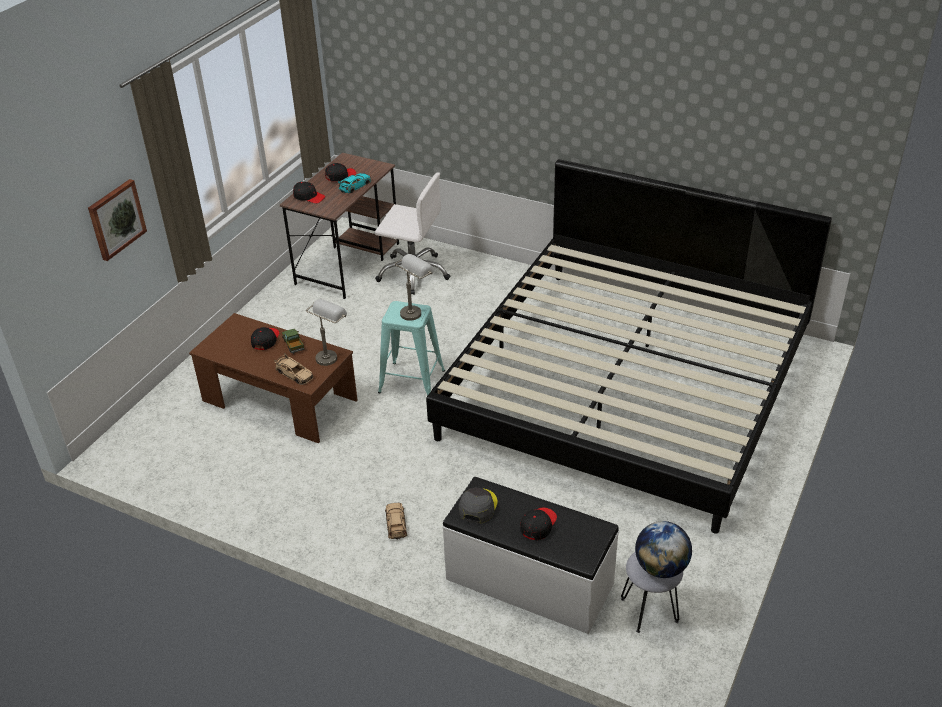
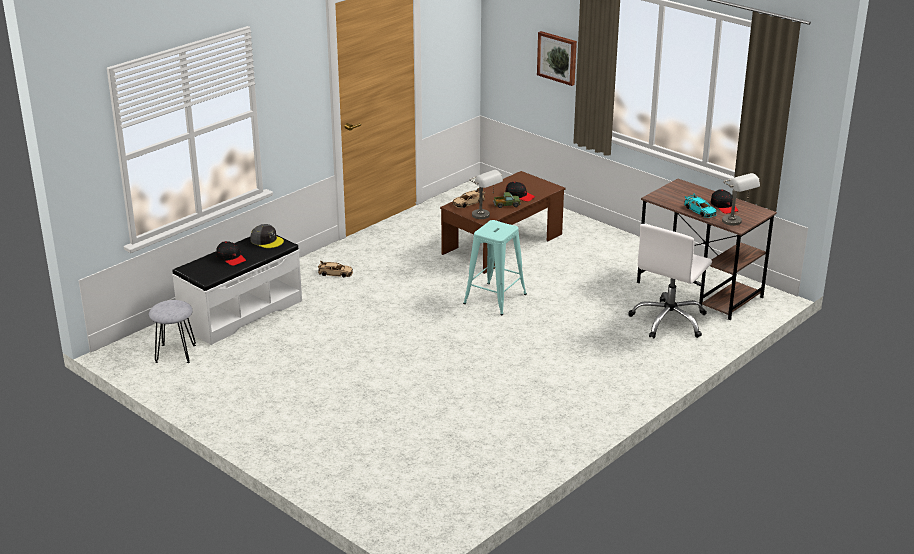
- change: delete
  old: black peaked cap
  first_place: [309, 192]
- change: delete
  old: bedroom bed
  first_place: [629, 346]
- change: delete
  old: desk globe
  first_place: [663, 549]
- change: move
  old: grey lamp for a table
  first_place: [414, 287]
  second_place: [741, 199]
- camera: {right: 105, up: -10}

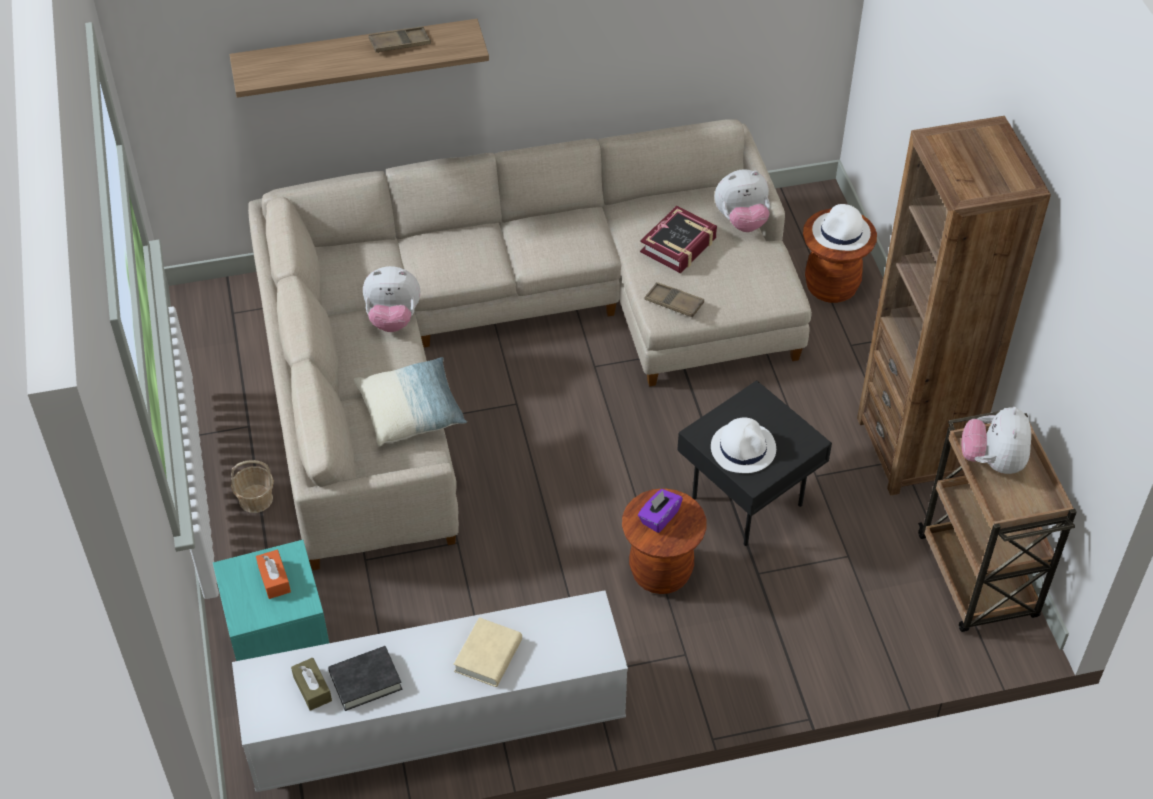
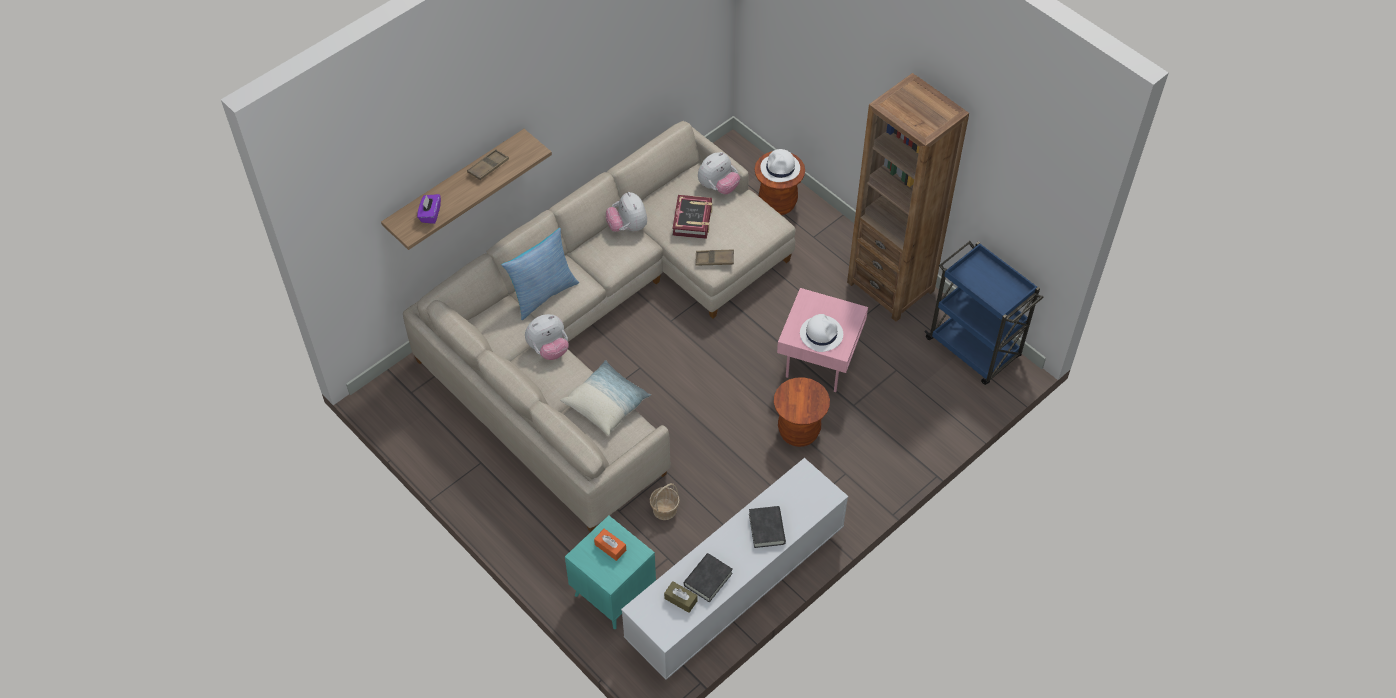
- change: insert
  new: pillow
  second_place: [540, 274]
- change: move
  old: storage basket
  first_place: [252, 486]
  second_place: [664, 501]
- change: move
  old: purple-coloured tissue box
  first_place: [660, 511]
  second_place: [429, 209]
- change: move
  old: soft toy
  first_place: [996, 440]
  second_place: [626, 212]
- change: recolor
  old: beige book
  new: black book
  first_place: [488, 652]
  second_place: [767, 527]
- change: recolor
  old: black side table
  new: pink side table
  first_place: [754, 463]
  second_place: [822, 340]
- change: recolor
  old: brown trolley
  new: blue trolley
  first_place: [997, 521]
  second_place: [983, 313]
- camera: {right: -30, up: 5}

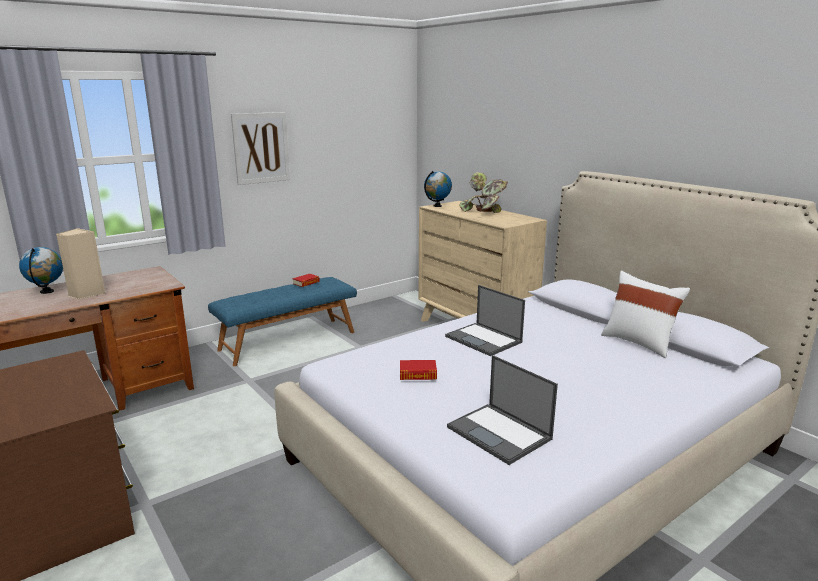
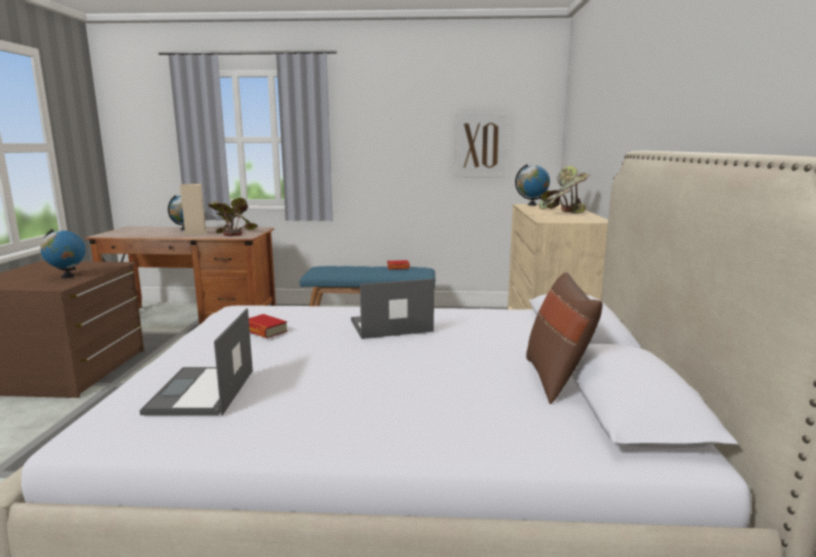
- change: insert
  new: desk globe
  second_place: [63, 253]
- change: insert
  new: potted plant
  second_place: [233, 217]
- change: move
  old: picture
  first_place: [260, 148]
  second_place: [482, 145]
- change: recolor
  old: whitish pillow
  new: brown pillow
  first_place: [645, 314]
  second_place: [564, 338]
- change: rotate
  old: notebook computer
  first_place: [485, 320]
  second_place: [392, 309]
  degrees: 75
- camera: {right: 40, up: -5}

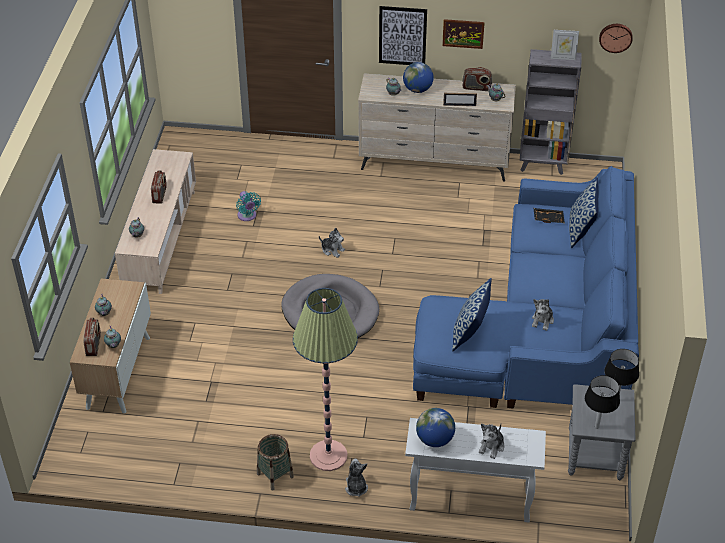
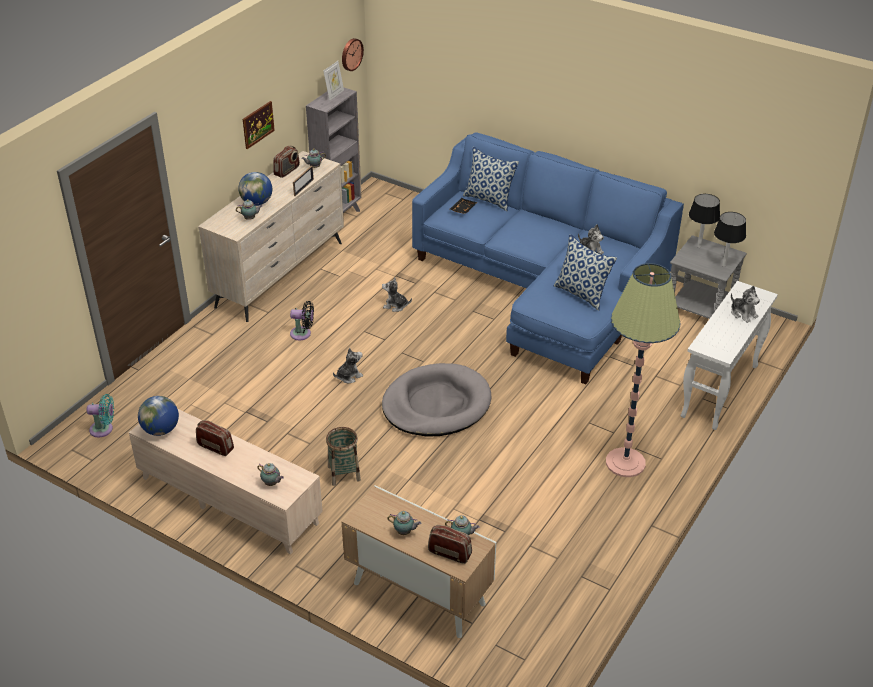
- change: delete
  old: picture
  first_place: [403, 35]
- change: insert
  new: black cooling fan
  second_place: [302, 320]
- change: move
  old: turquoise-coloured cooling fan
  first_place: [248, 206]
  second_place: [100, 416]
- change: move
  old: storage basket
  first_place: [275, 462]
  second_place: [343, 456]
- change: move
  old: soft toy
  first_place: [356, 478]
  second_place: [397, 295]
- change: move
  old: desk globe
  first_place: [435, 427]
  second_place: [158, 416]
- camera: {right: -65, up: -5}

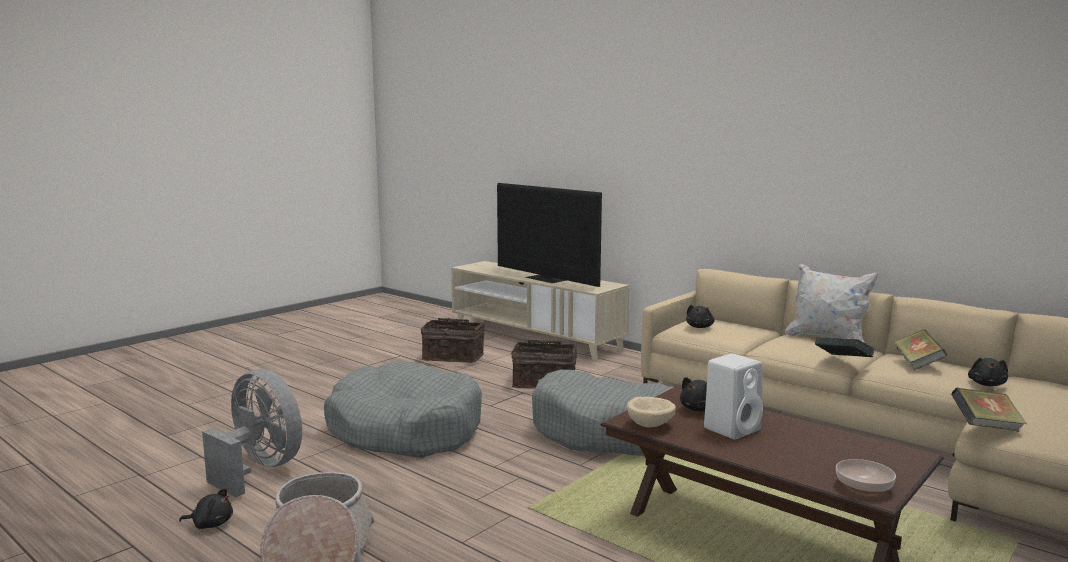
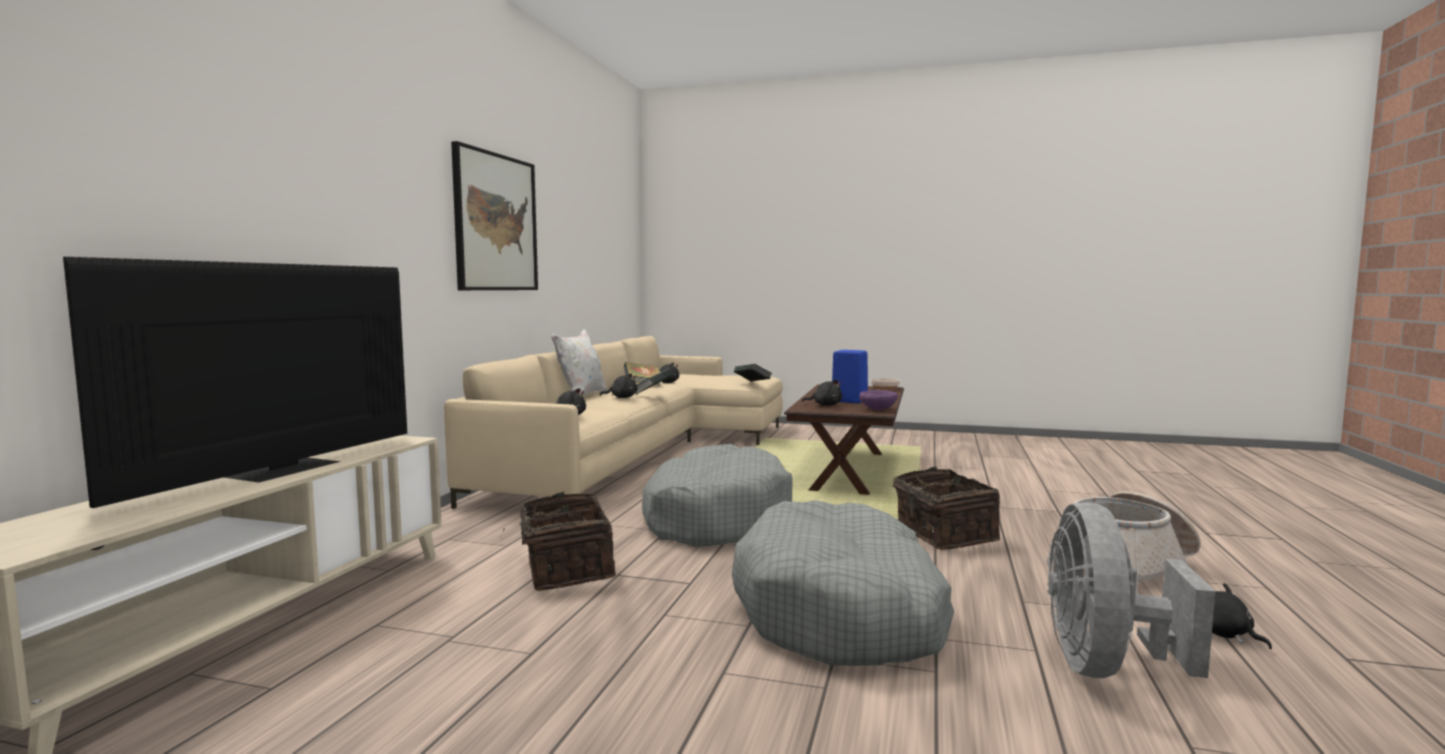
- change: insert
  new: picture
  second_place: [494, 215]
- change: insert
  new: black soft toy
  second_place: [618, 385]
- change: move
  old: storage basket
  first_place: [453, 340]
  second_place: [946, 508]
- change: recolor
  old: beige deep dish
  new: purple-coloured deep dish
  first_place: [651, 412]
  second_place: [878, 400]
- change: recolor
  old: whitish loudspeaker
  new: blue loudspeaker
  first_place: [733, 397]
  second_place: [850, 376]
- camera: {right: -115, up: -5}

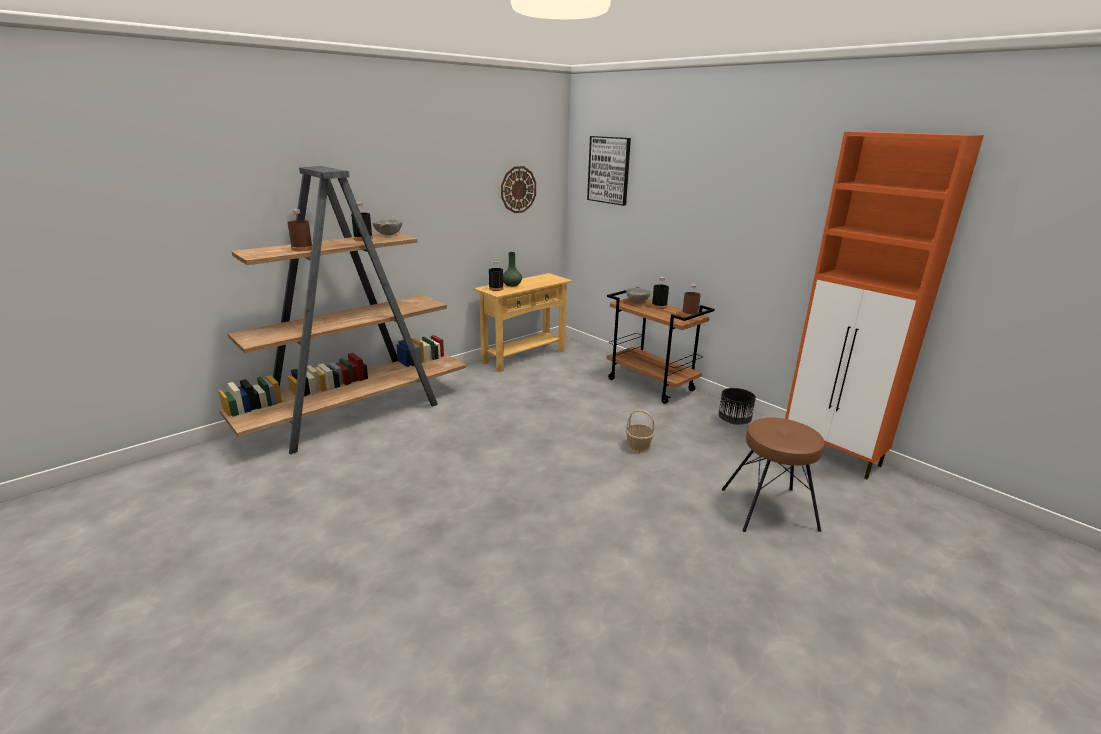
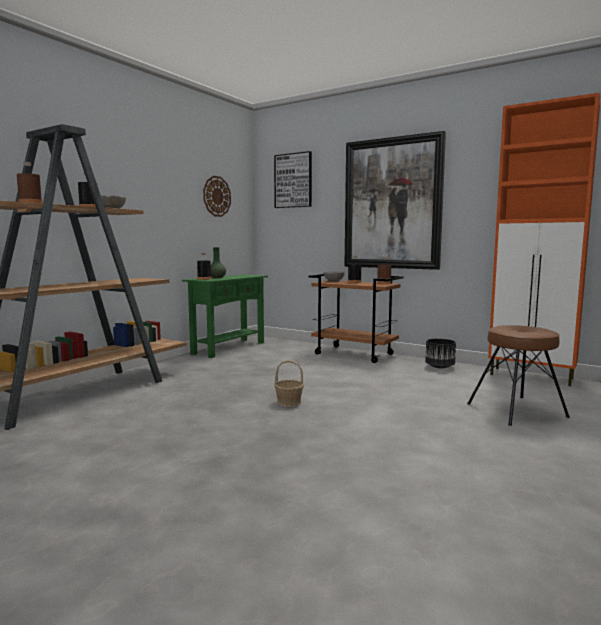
- change: insert
  new: picture
  second_place: [395, 200]
- change: move
  old: storage basket
  first_place: [640, 431]
  second_place: [289, 383]
- change: recolor
  old: beige console table
  new: green console table
  first_place: [522, 322]
  second_place: [225, 316]
- camera: {right: -15, up: -15}

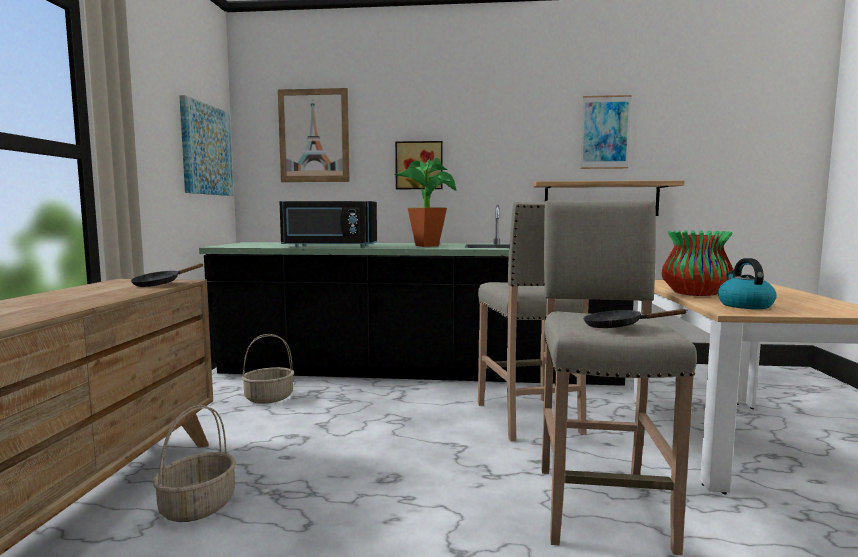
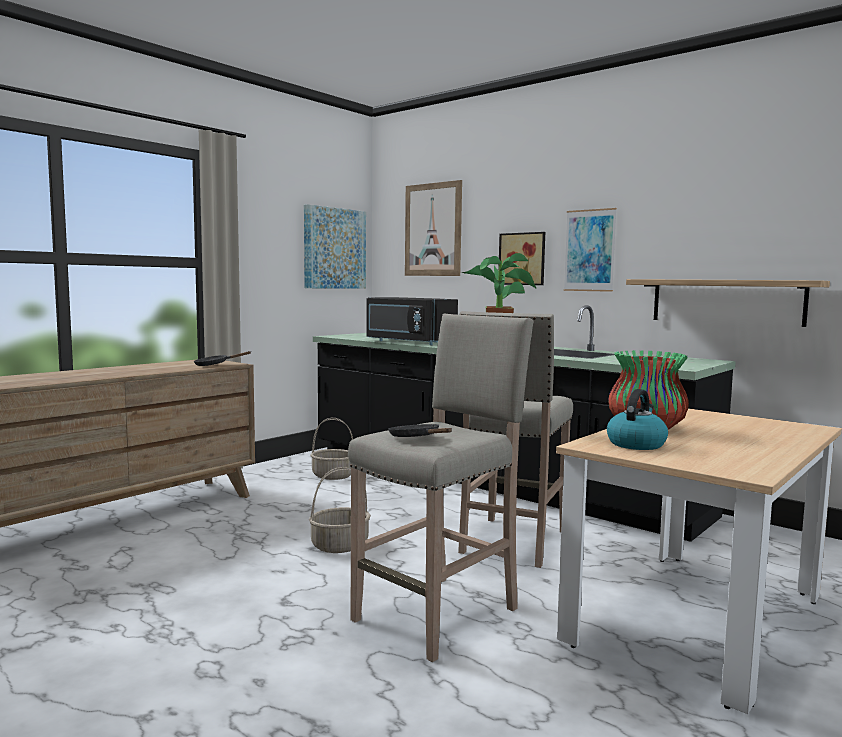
- change: move
  old: storage basket
  first_place: [194, 463]
  second_place: [340, 510]
- change: move
  old: picture
  first_place: [606, 132]
  second_place: [590, 250]
- camera: {right: 35, up: 0}

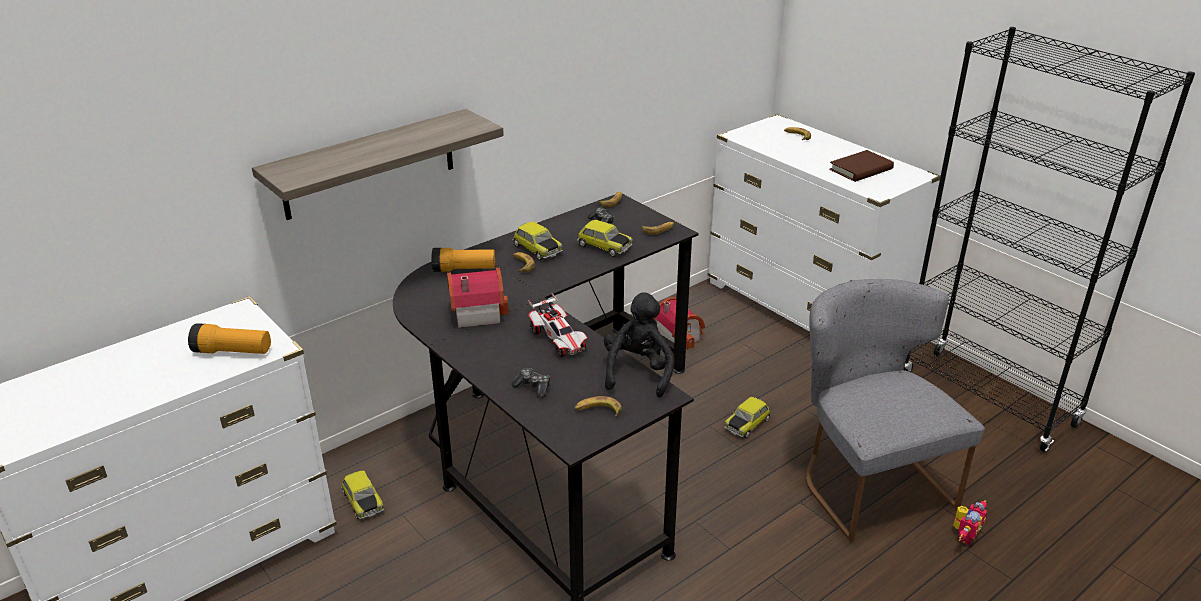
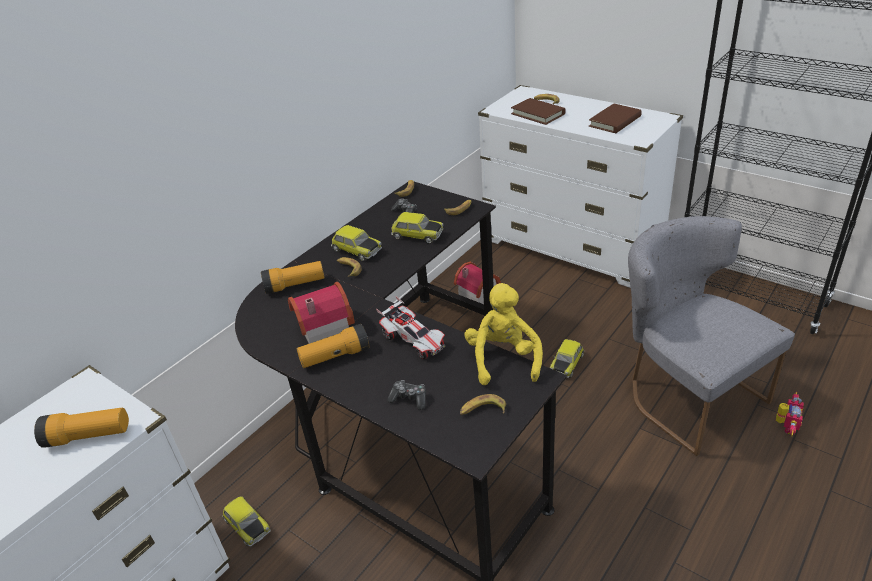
- change: delete
  old: bracket shelf
  first_place: [378, 164]
- change: insert
  new: hand torch
  second_place: [333, 346]
- change: insert
  new: brown book
  second_place: [538, 111]
- change: recolor
  old: black soft toy
  new: yellow soft toy
  first_place: [639, 344]
  second_place: [503, 334]
- camera: {right: -10, up: 5}

